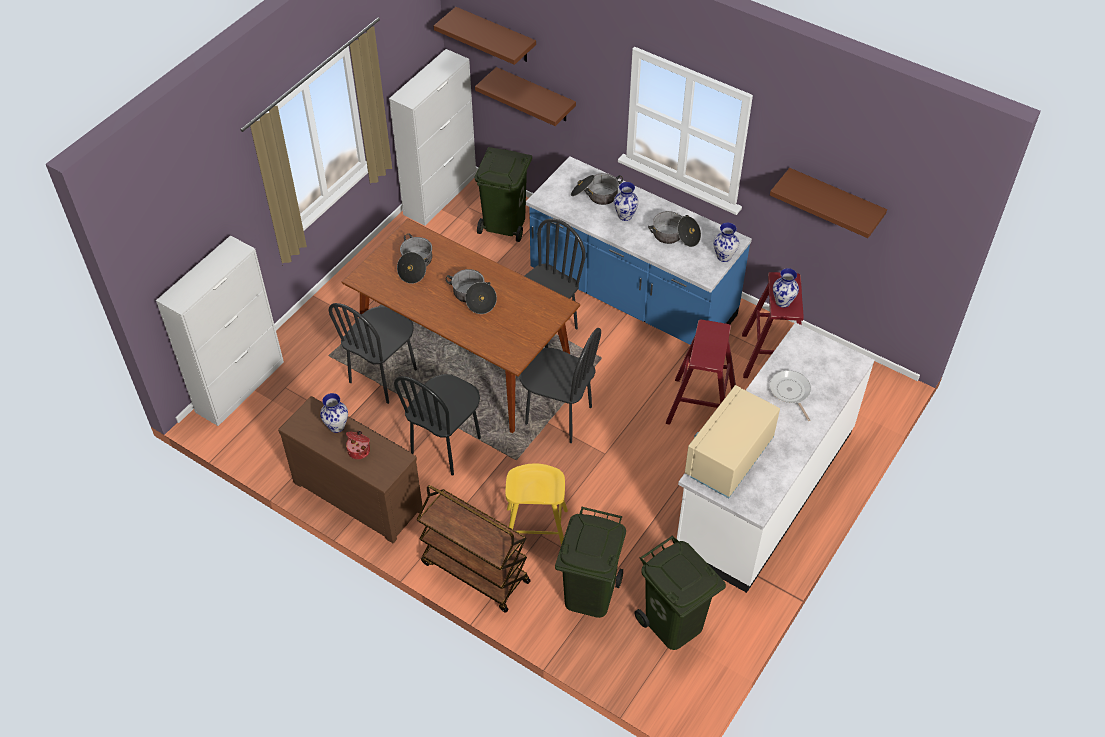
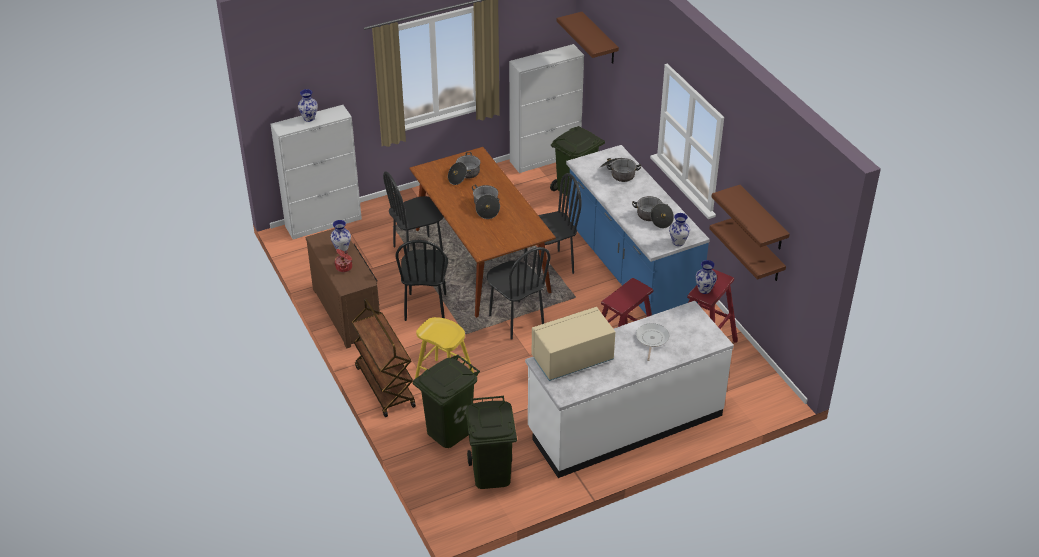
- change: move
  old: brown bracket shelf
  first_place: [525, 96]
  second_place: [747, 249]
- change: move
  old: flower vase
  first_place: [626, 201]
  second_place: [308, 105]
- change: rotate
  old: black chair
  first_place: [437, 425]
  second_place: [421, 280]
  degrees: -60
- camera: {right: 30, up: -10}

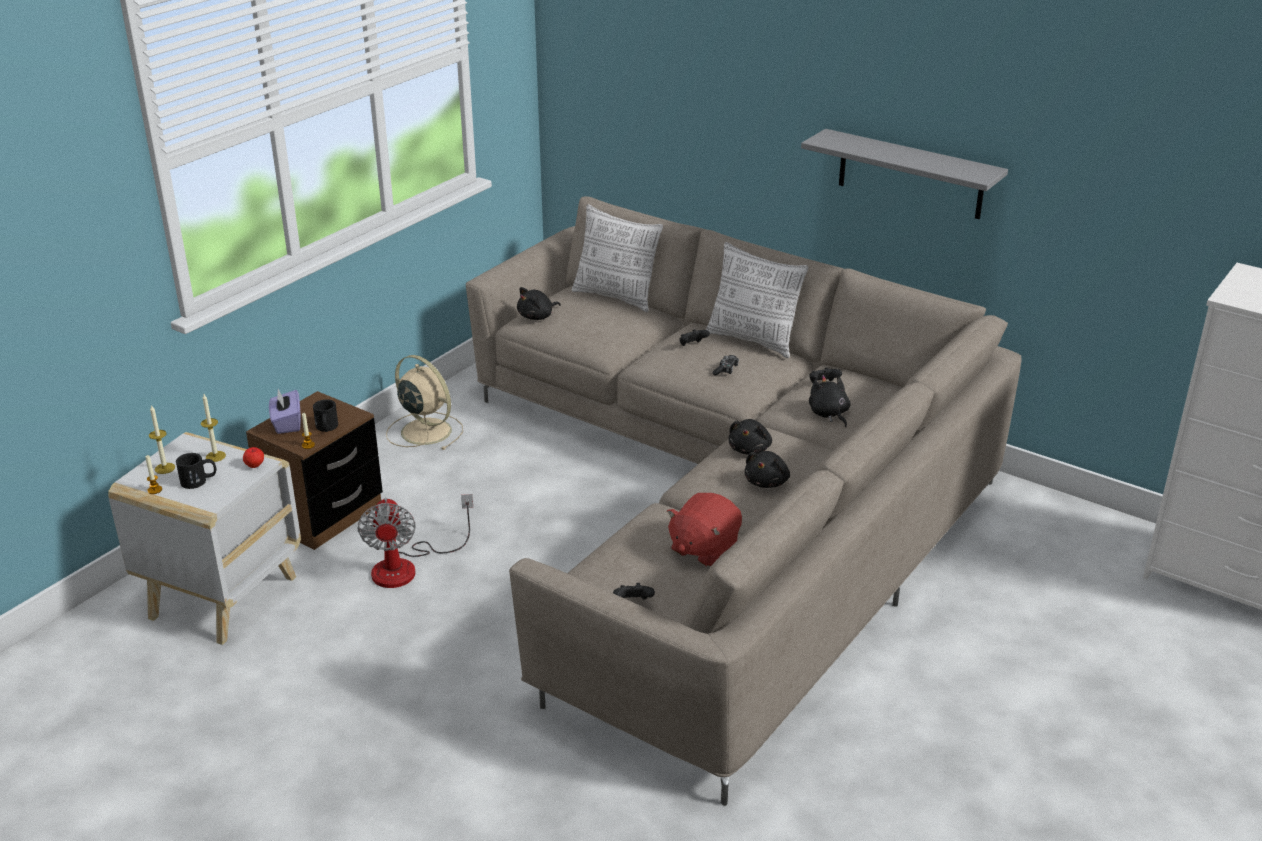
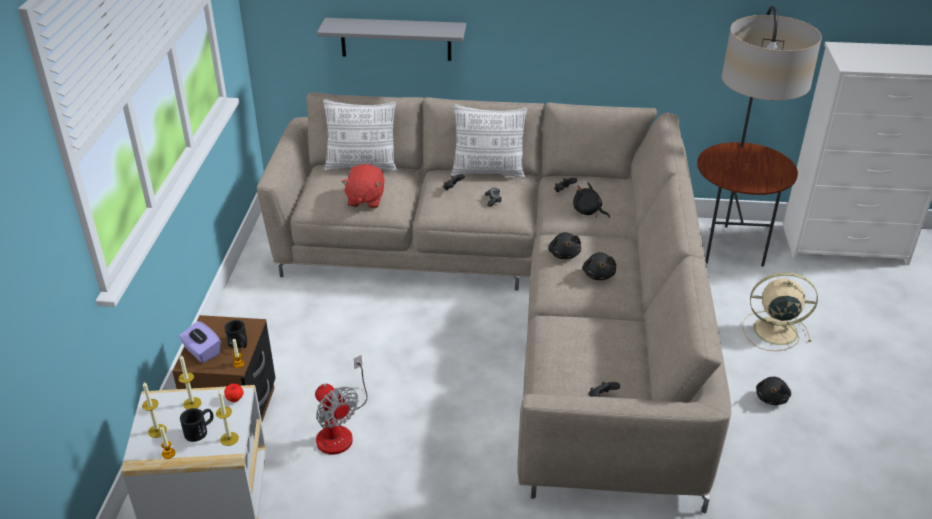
- change: insert
  new: candle
  second_place: [227, 418]
- change: insert
  new: standard lamp
  second_place: [759, 136]
- change: move
  old: beige cooling fan
  first_place: [424, 402]
  second_place: [780, 311]
- change: move
  old: black soft toy
  first_place: [539, 303]
  second_place: [773, 391]
- change: move
  old: red soft toy
  first_place: [704, 530]
  second_place: [363, 186]
- change: move
  old: grey bracket shelf
  first_place: [904, 174]
  second_place: [391, 39]
- camera: {right: -30, up: 5}

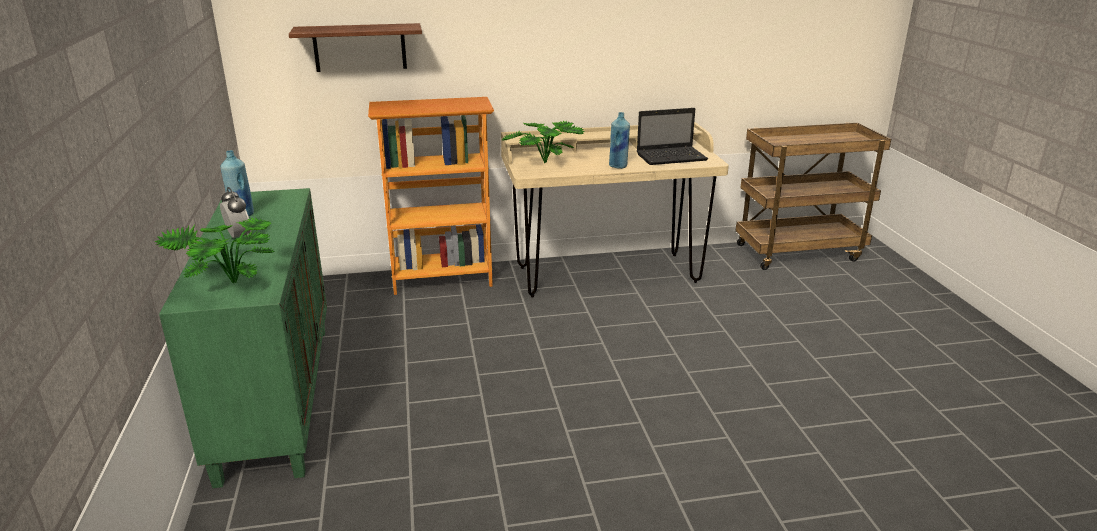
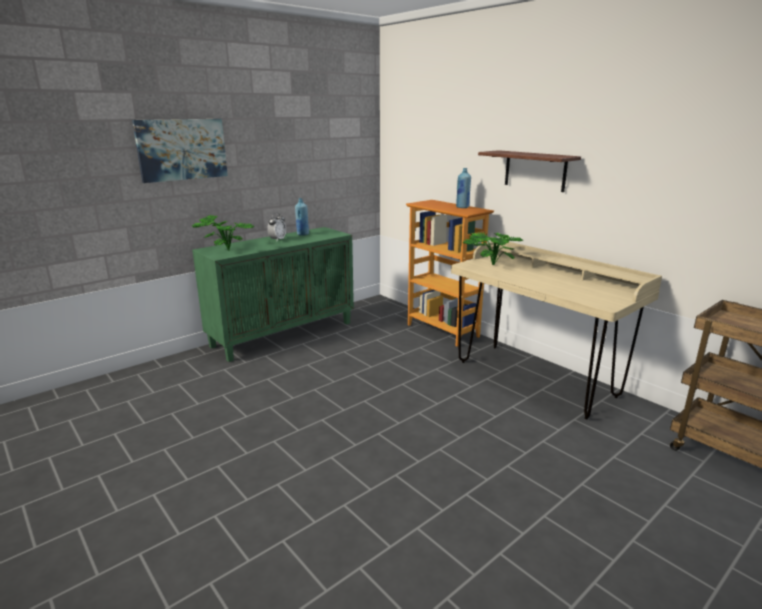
- change: delete
  old: notebook computer
  first_place: [672, 136]
- change: insert
  new: picture
  second_place: [180, 151]
- change: move
  old: bracket shelf
  first_place: [355, 47]
  second_place: [529, 171]
- change: move
  old: blue drink bottle
  first_place: [619, 140]
  second_place: [463, 188]
- camera: {right: 60, up: -5}

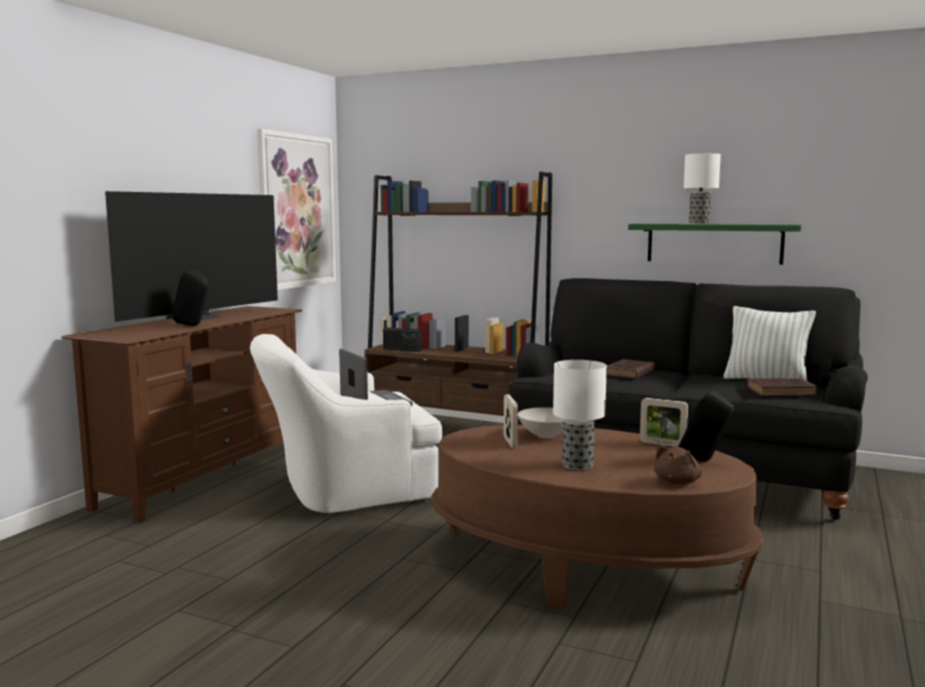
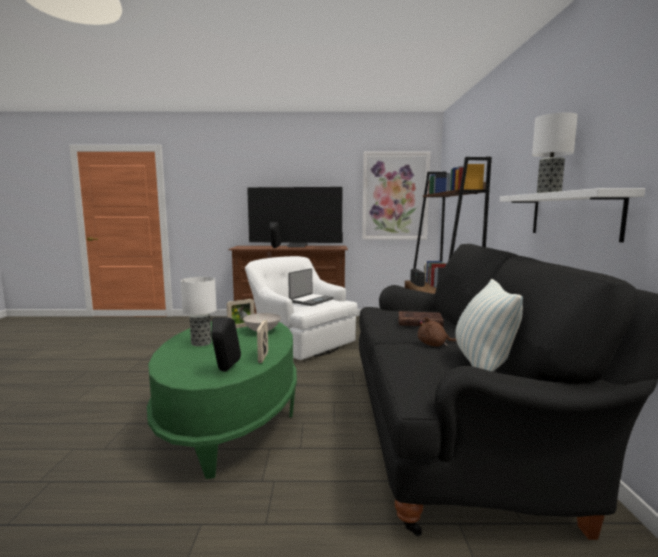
- change: delete
  old: brown book
  first_place: [782, 387]
- change: move
  old: brown soft toy
  first_place: [678, 464]
  second_place: [437, 331]
- change: recolor
  old: brown lounge table
  new: green lounge table
  first_place: [597, 517]
  second_place: [222, 400]
- change: recolor
  old: green bracket shelf
  new: whitish bracket shelf
  first_place: [715, 244]
  second_place: [572, 215]
- camera: {right: 65, up: 0}

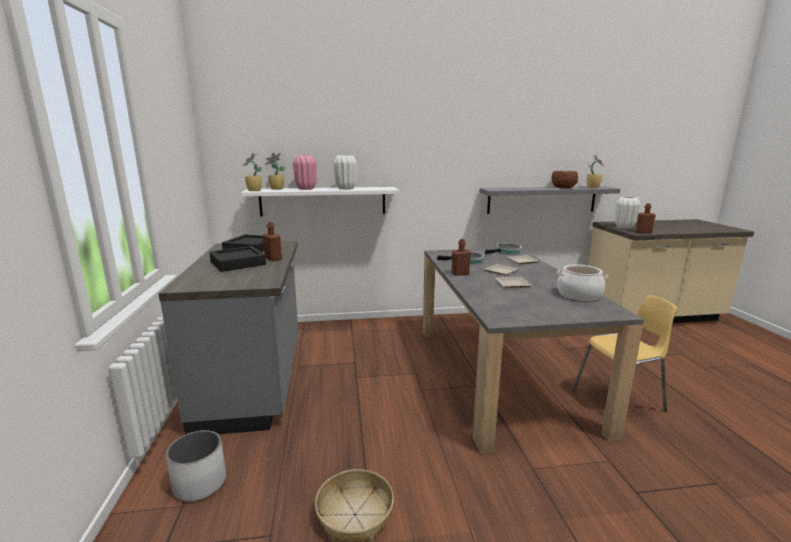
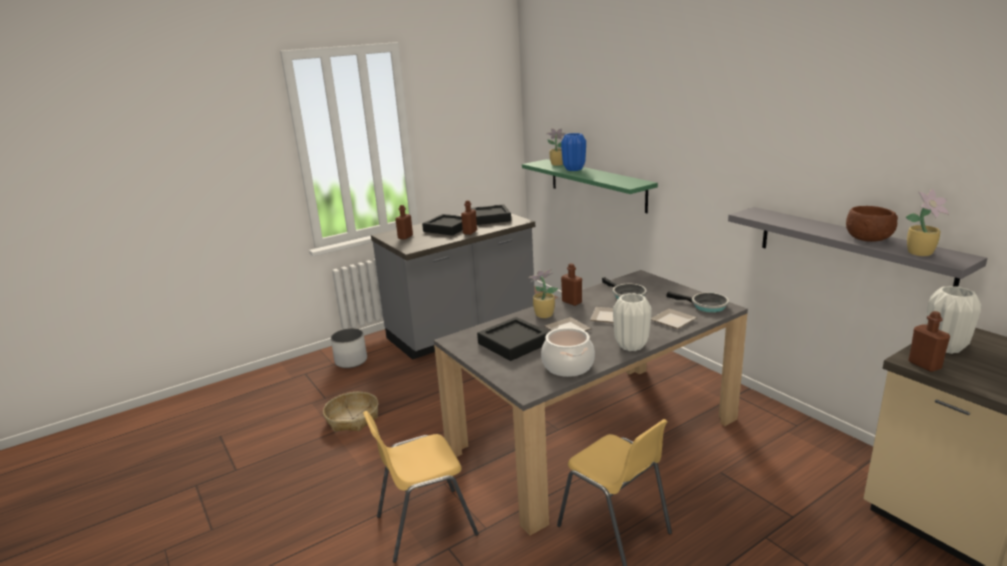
- change: insert
  new: yellow chair
  second_place: [421, 487]
- change: insert
  new: brown drink bottle
  second_place: [404, 222]
- change: insert
  new: black carrying tray
  second_place: [512, 339]
- change: move
  old: potted plant
  first_place: [252, 172]
  second_place: [543, 293]
- change: move
  old: whitish flower vase
  first_place: [345, 172]
  second_place: [632, 322]
- change: recolor
  old: whitish bracket shelf
  new: green bracket shelf
  first_place: [320, 202]
  second_place: [590, 186]
- change: recolor
  old: pink flower vase
  new: blue flower vase
  first_place: [305, 172]
  second_place: [573, 152]
- camera: {right: 65, up: 5}

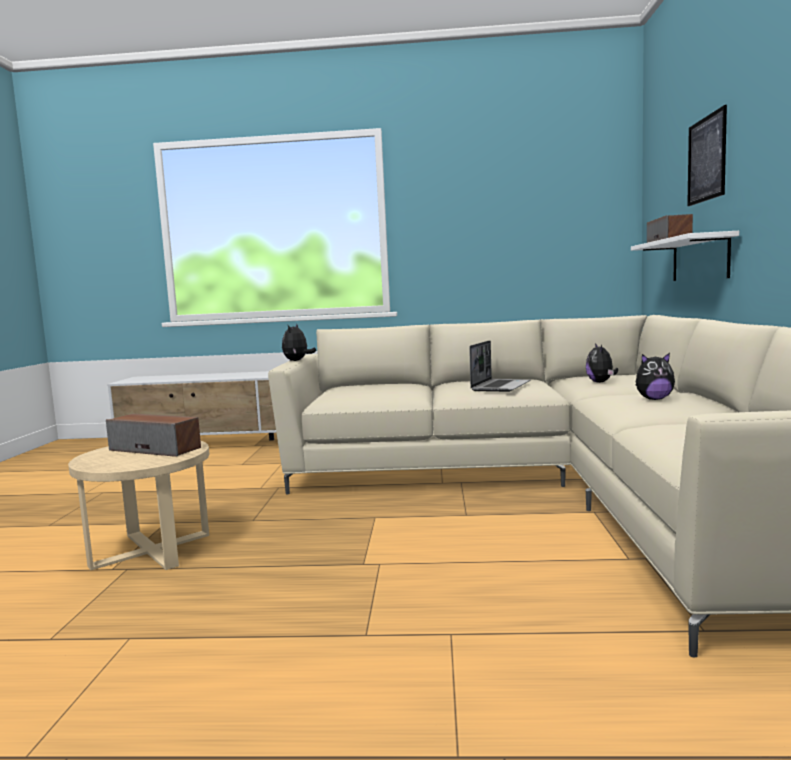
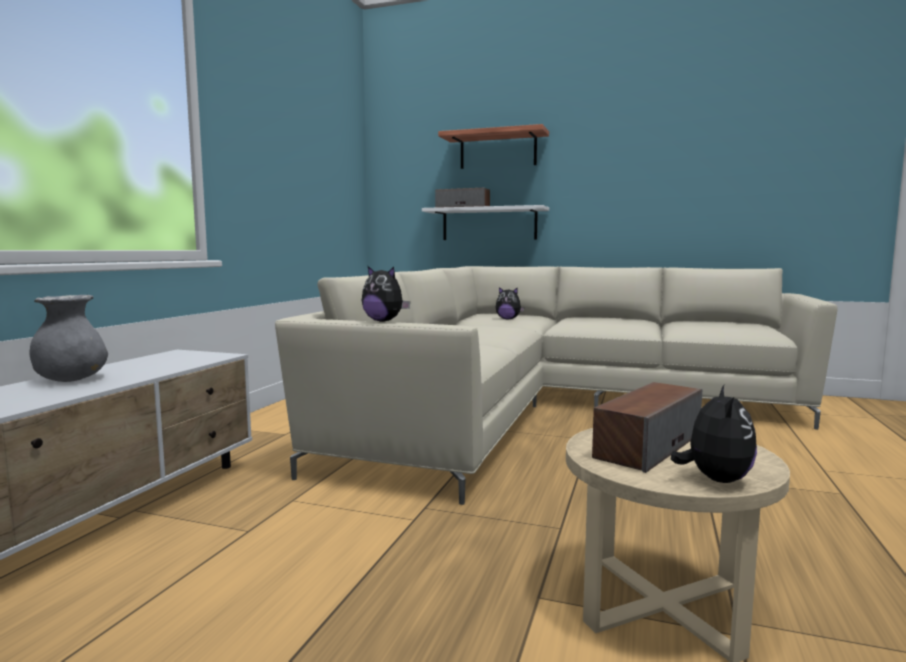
- change: delete
  old: notebook computer
  first_place: [500, 366]
- change: insert
  new: grey flower vase
  second_place: [69, 338]
- change: move
  old: soft toy
  first_place: [655, 376]
  second_place: [714, 434]
- change: replace
  old: picture
  new: bracket shelf
  first_place: [707, 155]
  second_place: [493, 146]
- camera: {right: -75, up: 0}

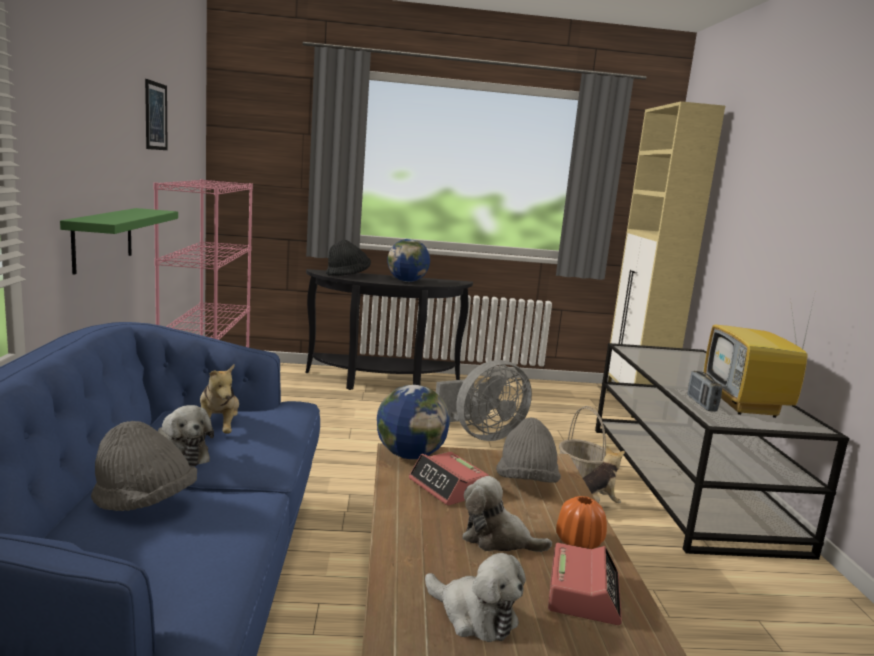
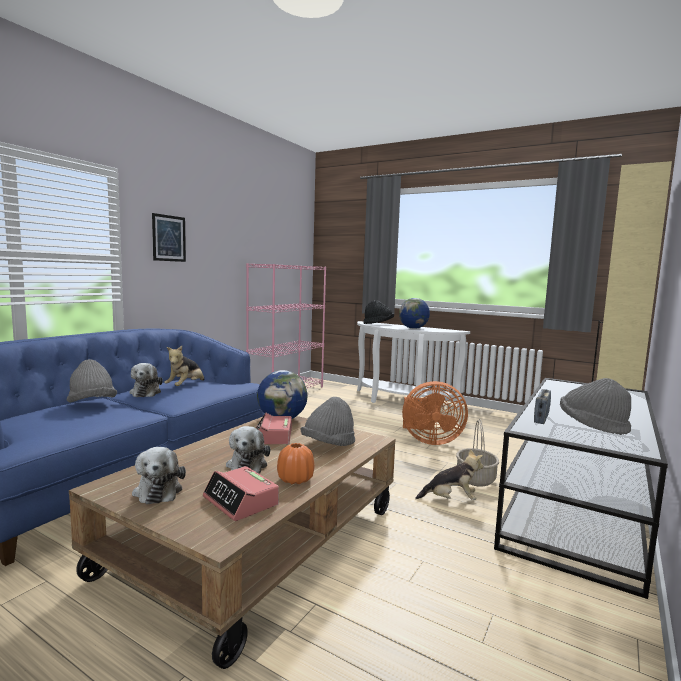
- change: delete
  old: green bracket shelf
  first_place: [119, 241]
- change: move
  old: picture
  first_place: [156, 114]
  second_place: [169, 237]
- change: replace
  old: television
  new: grey hat
  first_place: [759, 356]
  second_place: [595, 406]
- change: recolor
  old: black console table
  new: whitish console table
  first_place: [389, 329]
  second_place: [413, 365]
- change: recolor
  old: grey cooling fan
  new: orange-coloured cooling fan
  first_place: [484, 400]
  second_place: [435, 413]
- change: rotate
  old: soft toy
  first_place: [507, 514]
  second_place: [248, 450]
  degrees: -150
- change: rotate
  old: table clock
  first_place: [585, 584]
  second_place: [241, 493]
  degrees: 90
- camera: {right: 35, up: -5}

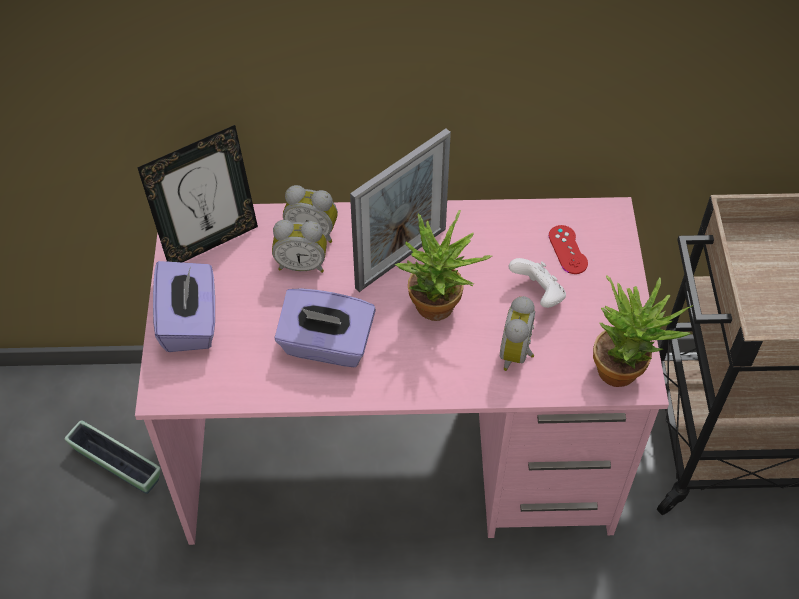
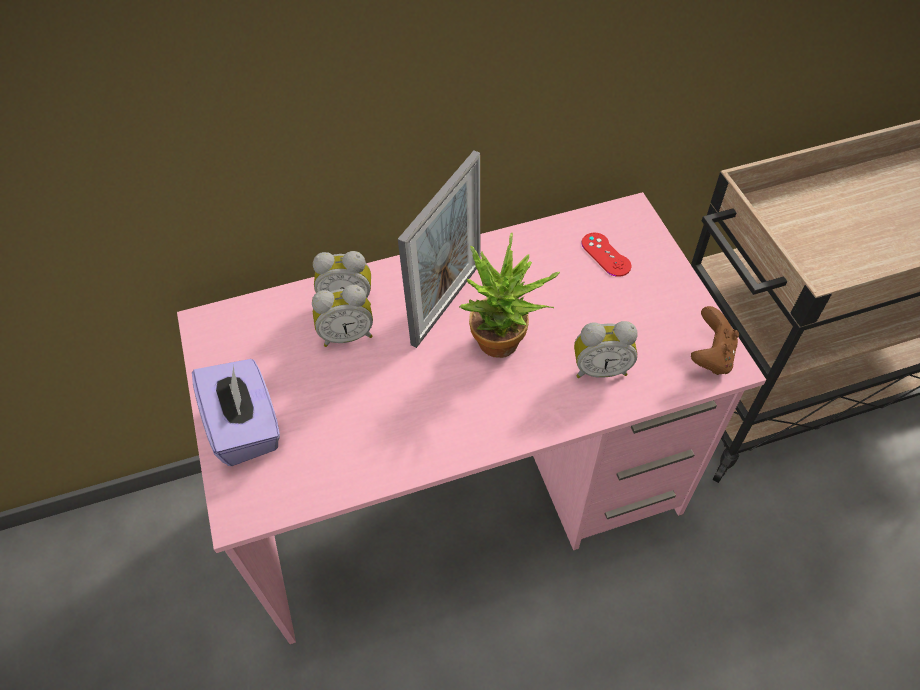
- change: delete
  old: planter
  first_place: [112, 457]
- change: delete
  old: picture frame
  first_place: [197, 193]
- change: delete
  old: purple-coloured tissue box
  first_place: [325, 327]
- change: delete
  old: whitish joypad
  first_place: [537, 283]
- change: replace
  old: potted plant
  new: brown joypad
  first_place: [643, 331]
  second_place: [715, 340]
- change: rotate
  old: table clock
  first_place: [517, 333]
  second_place: [606, 349]
  degrees: -90
- camera: {right: -15, up: 0}

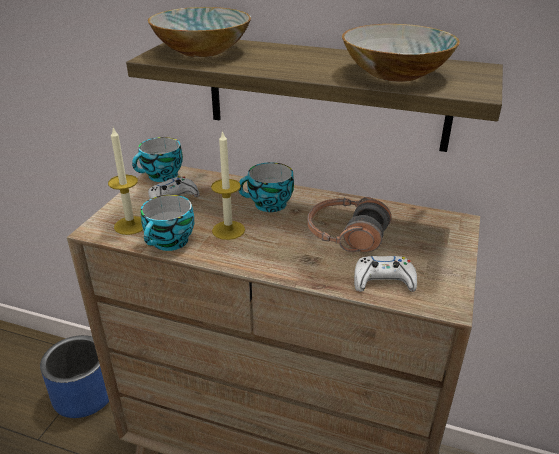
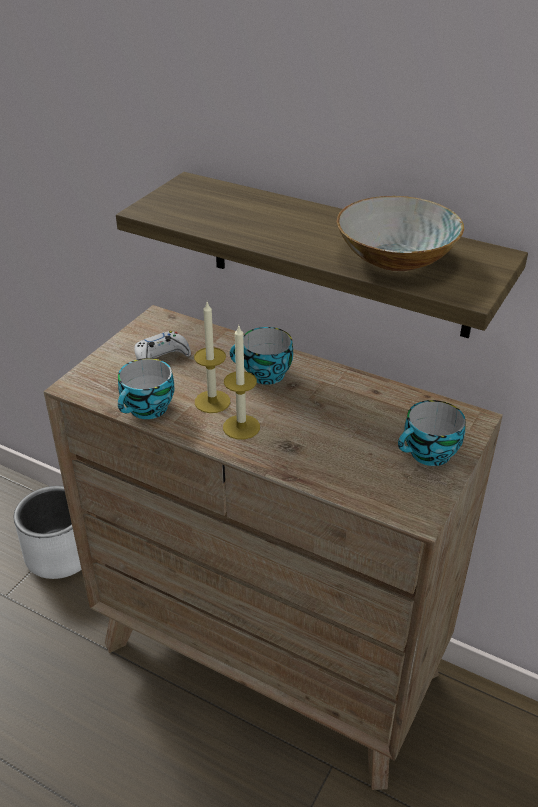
- change: delete
  old: deep dish
  first_place: [199, 32]
- change: delete
  old: headset
  first_place: [349, 224]
- change: delete
  old: whitish joypad
  first_place: [385, 274]
- change: move
  old: candle
  first_place: [125, 181]
  second_place: [241, 382]
- change: move
  old: drinking cup
  first_place: [157, 159]
  second_place: [432, 433]
- change: recolor
  old: blue planter
  new: whitish planter
  first_place: [74, 376]
  second_place: [47, 532]
- camera: {right: 10, up: 5}

